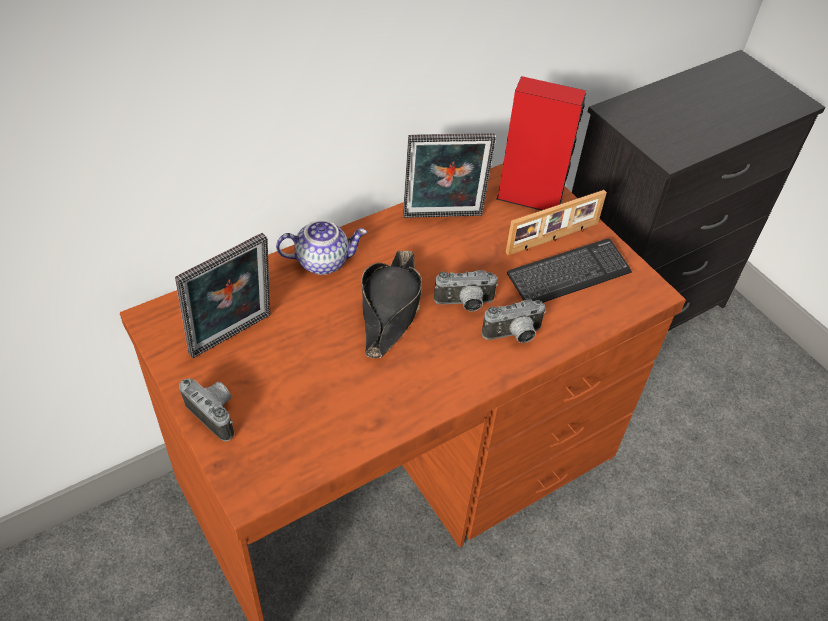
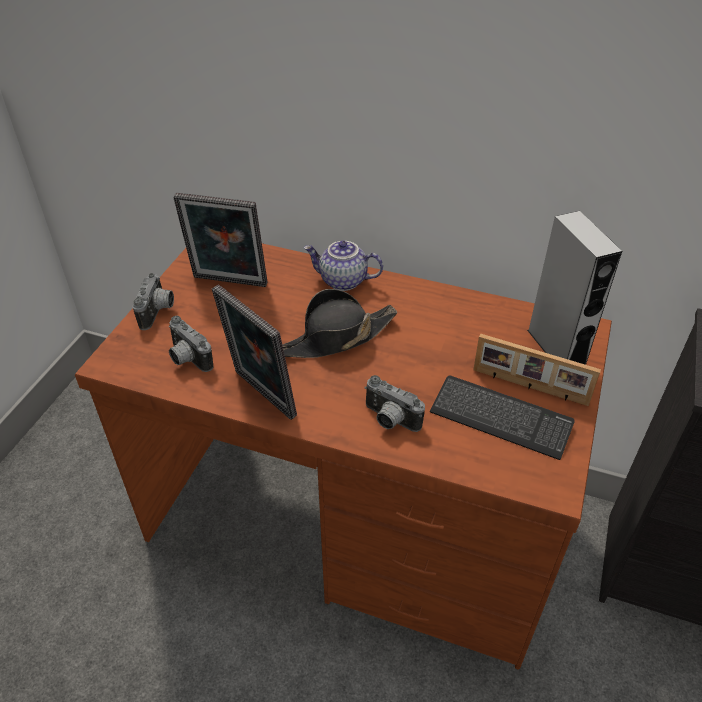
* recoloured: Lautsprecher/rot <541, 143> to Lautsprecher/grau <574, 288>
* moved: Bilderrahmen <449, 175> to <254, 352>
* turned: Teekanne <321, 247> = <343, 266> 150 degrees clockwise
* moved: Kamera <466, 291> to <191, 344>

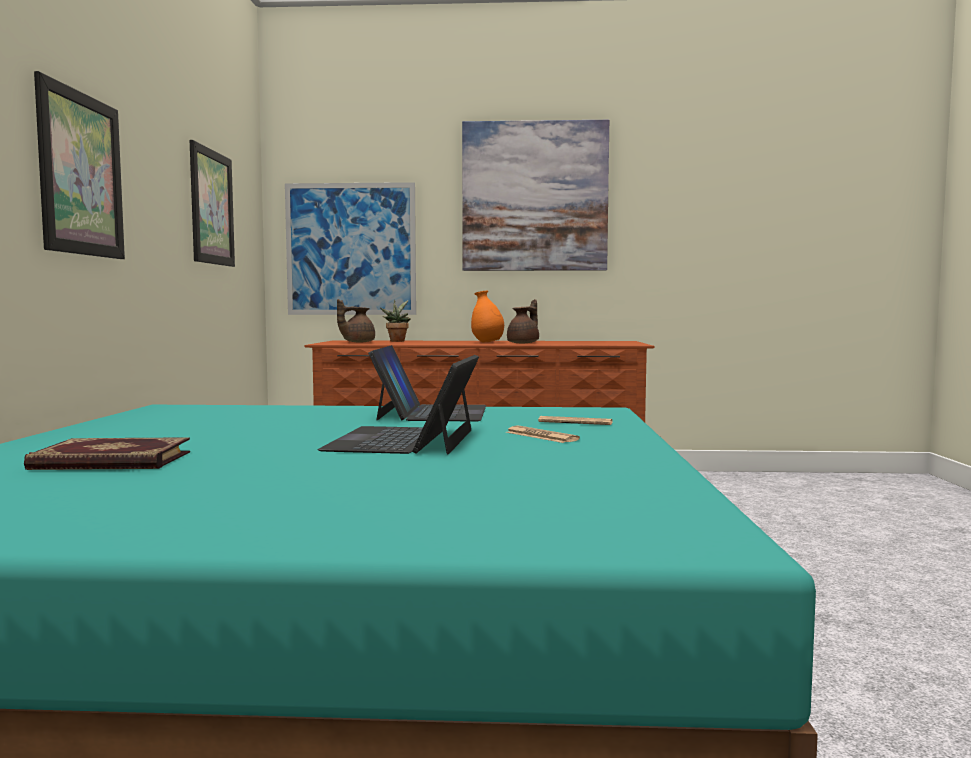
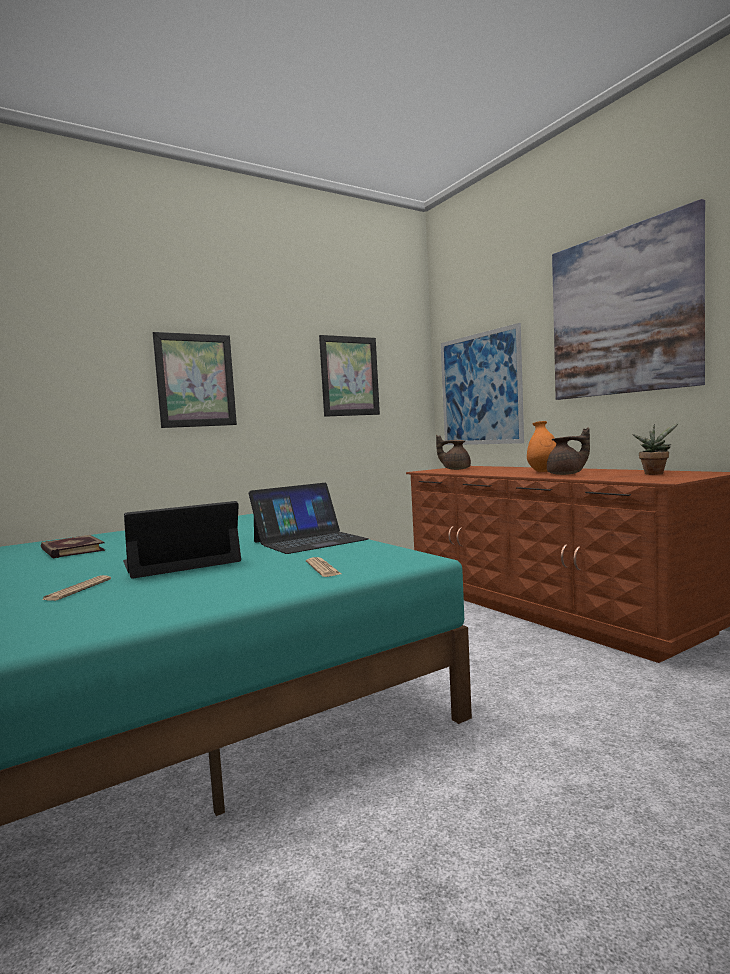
* moved: Topfpflanze <395, 321> to <655, 449>
* moved: Zeitung <543, 434> to <76, 588>

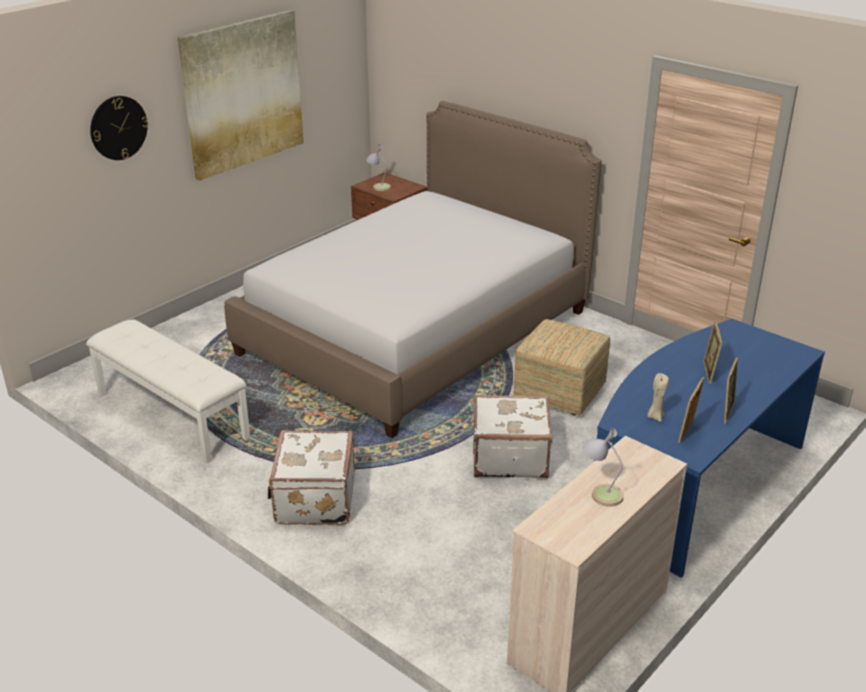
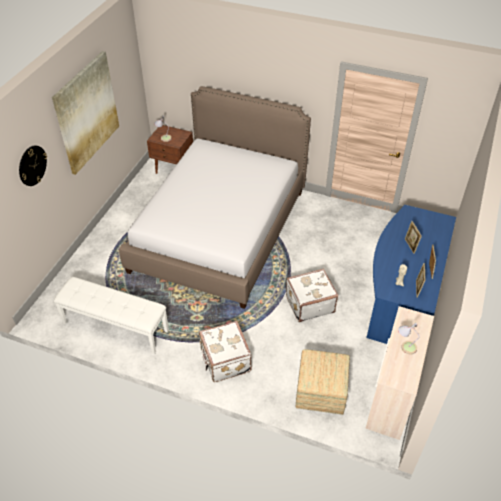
* moved: Polsterhocker <561, 367> to <323, 382>

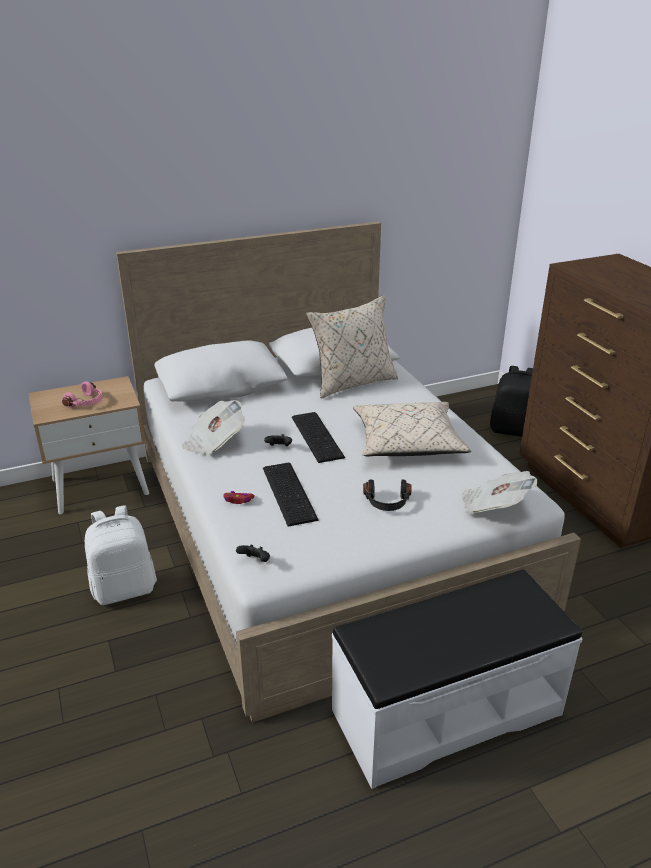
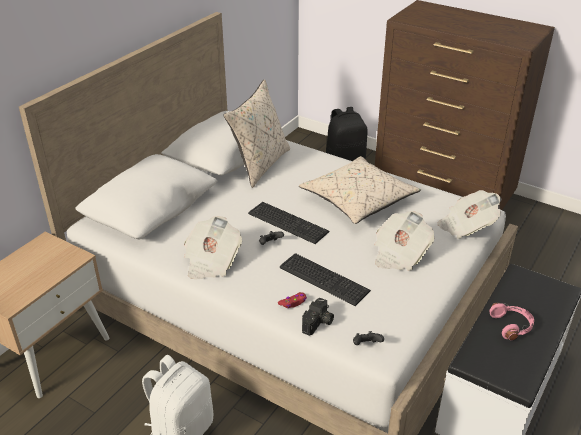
* moved: Kopfhörer/rosa <82, 394> to <511, 321>
* replaced: Kopfhörer/schwarz <387, 495> to Zeitung <404, 241>
* added: Kamera <318, 317>

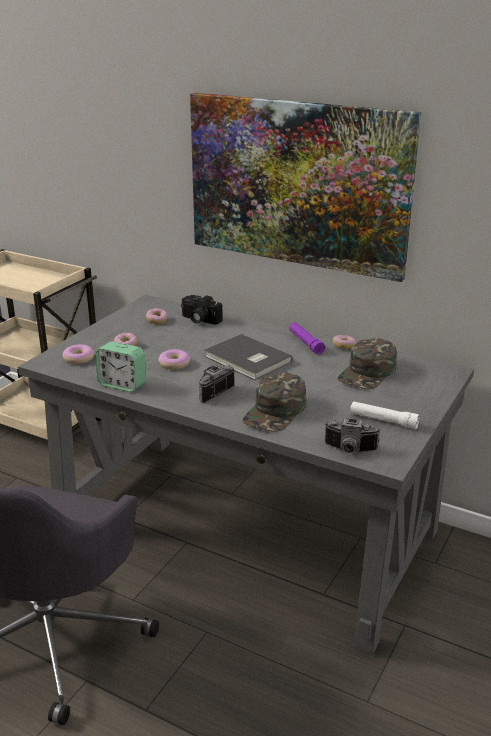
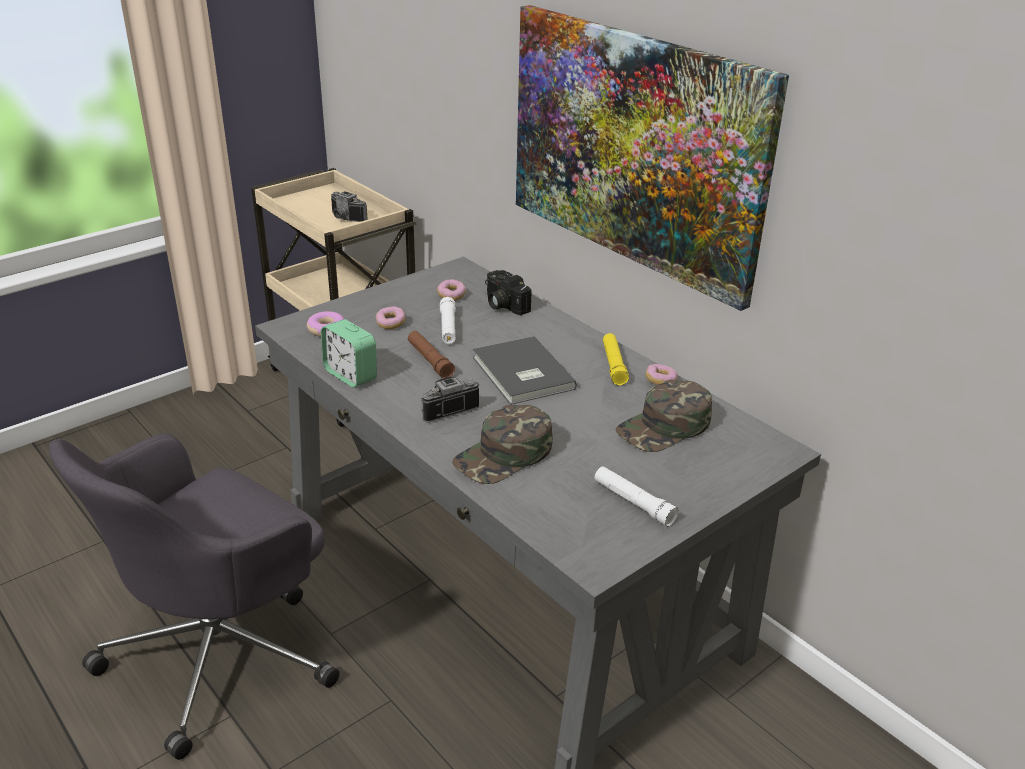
* recoloured: Taschenlampe/lila <307, 338> to Taschenlampe/gelb <616, 359>
* replaced: Donut <174, 359> to Taschenlampe/braun <431, 354>
* moved: Kamera <352, 435> to <349, 206>
* added: Taschenlampe/weiß <448, 320>

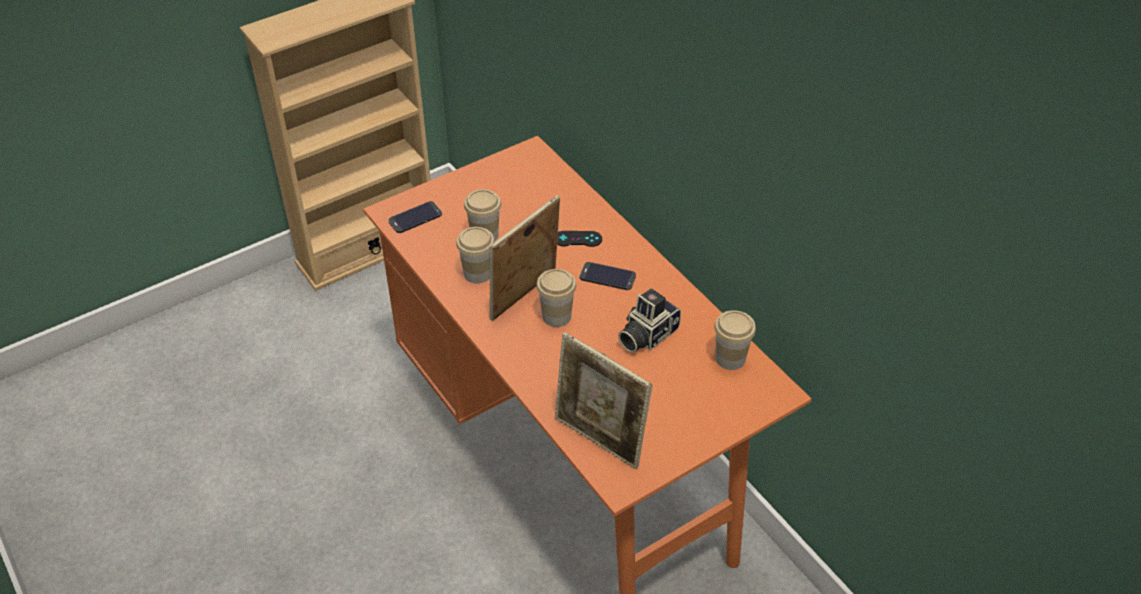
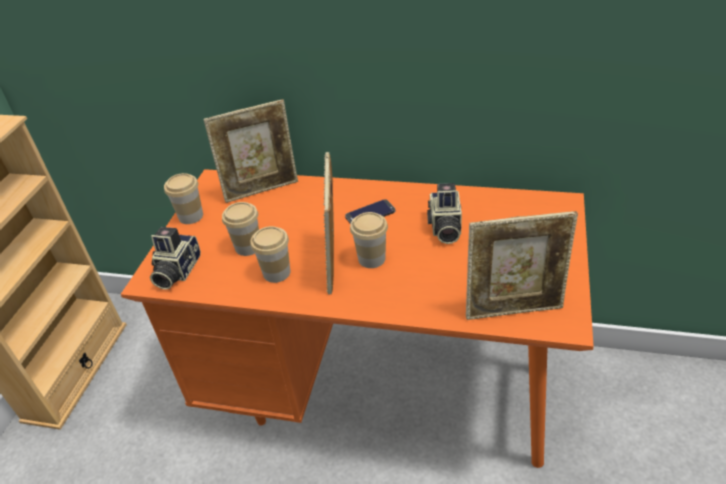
* replaced: Handy <415, 217> to Kamera <175, 258>
* removed: Gamepad/schwarz <579, 239>
* moved: Tasse <735, 340> to <183, 198>
* added: Bilderrahmen <251, 151>

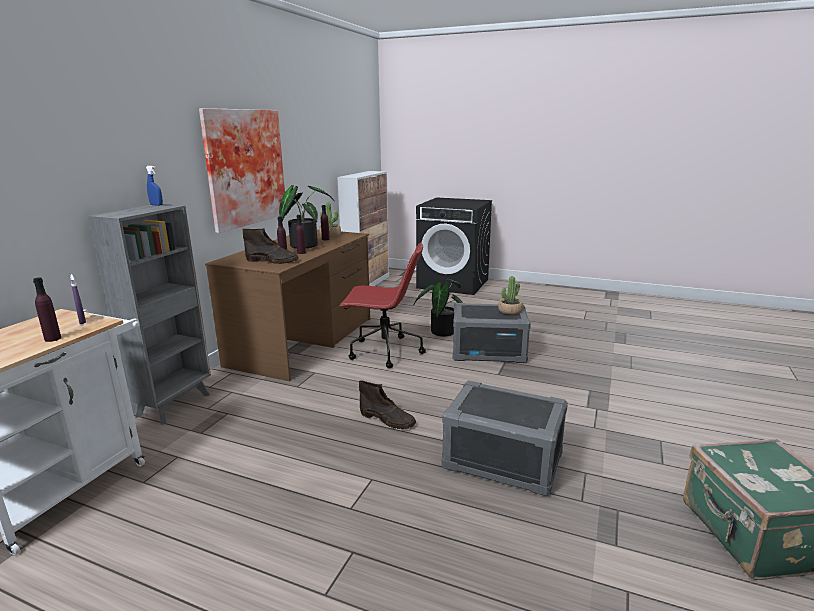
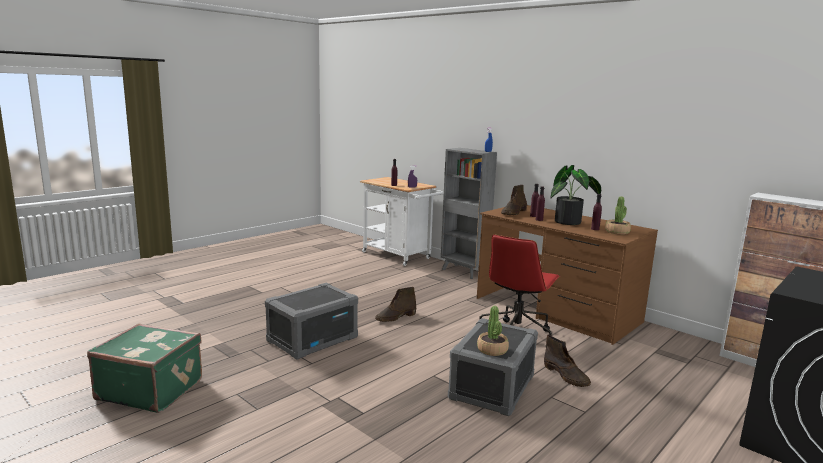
* removed: Bild <242, 170>
* replaced: Topfpflanze <438, 307> to Stiefel/braun <567, 361>

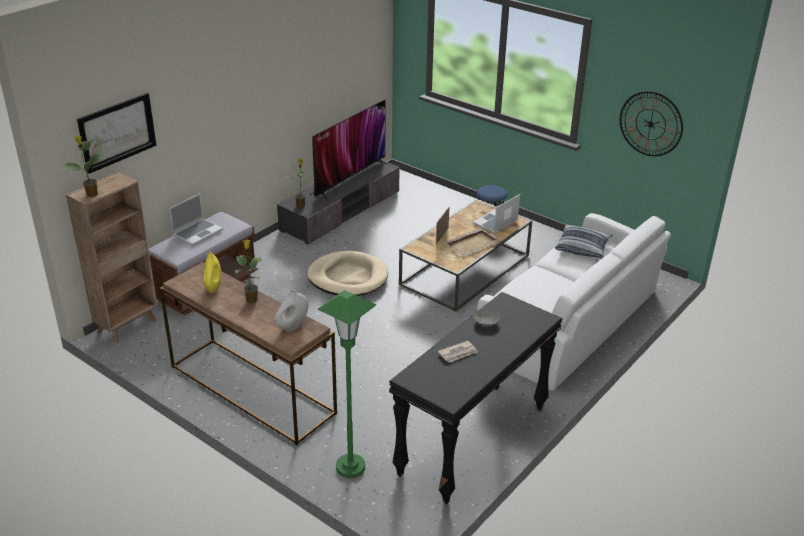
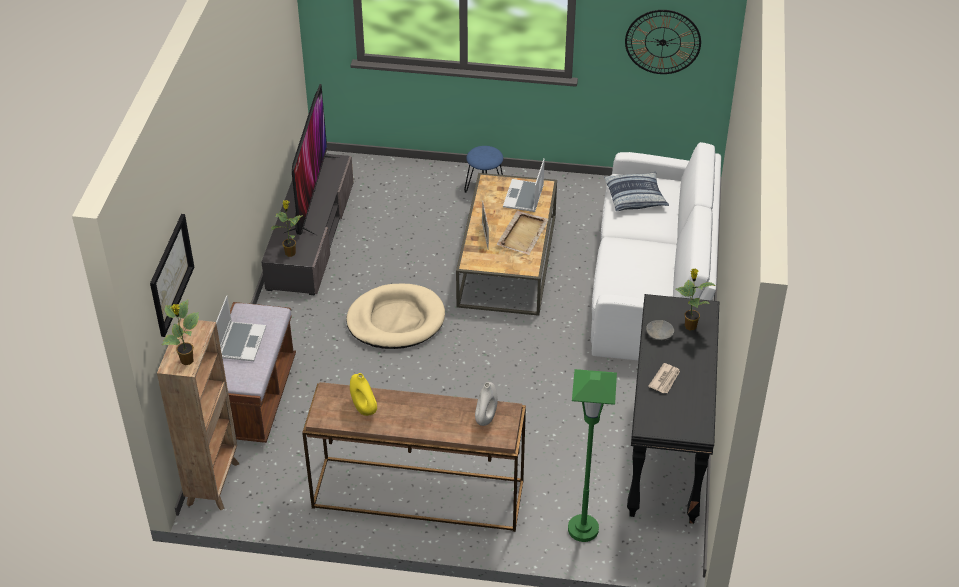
* moved: Topfpflanze <248, 271> to <696, 299>

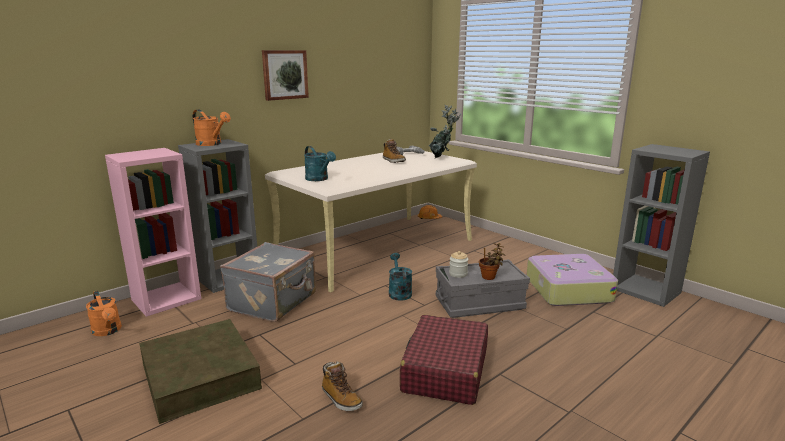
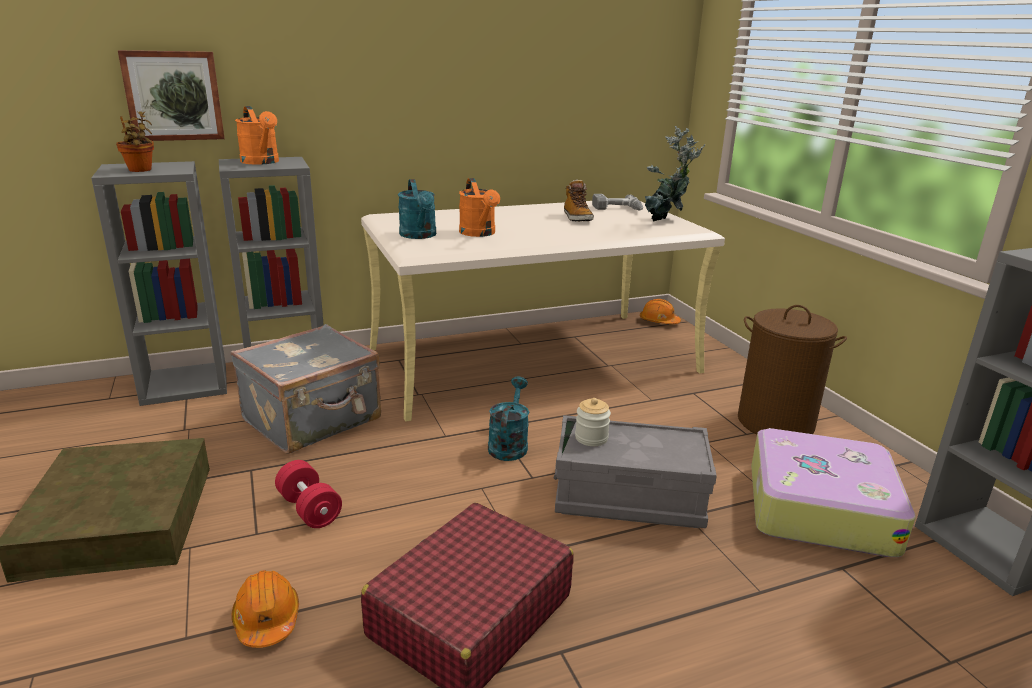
* moved: Bild <285, 75> to <171, 95>
* recoloured: Bücherregal/rosa <153, 232> to Bücherregal/grau <159, 283>
* moved: Topfpflanze <492, 261> to <135, 141>
* moved: Gießkanne/orange <104, 313> to <479, 207>
* replaced: Stiefel <342, 386> to Schutzhelm/orange <265, 609>
* added: Wäschekorb/braun <792, 369>
* added: Hantel/rot <308, 494>

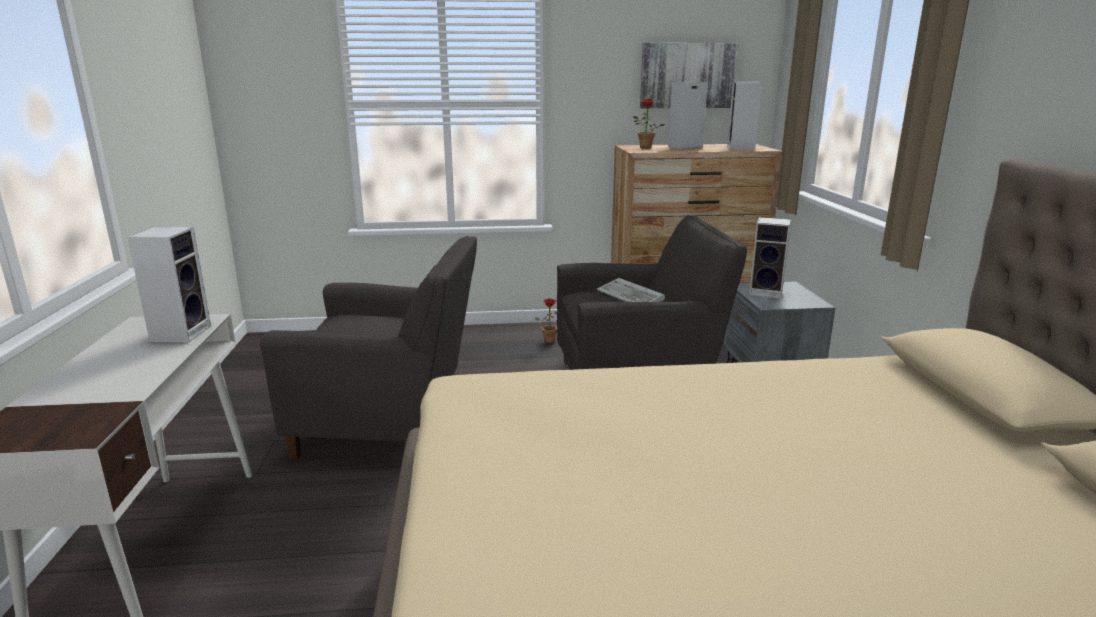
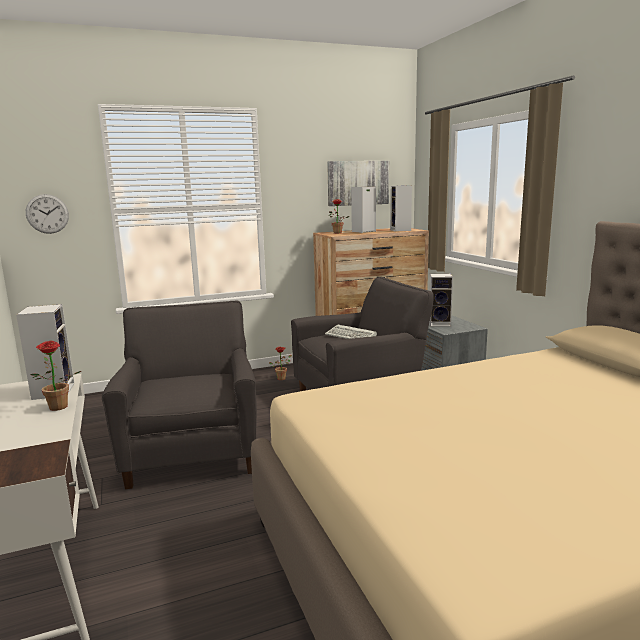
* turned: Sessel/grau <368, 348> = <179, 395> 90 degrees counterclockwise
* added: Wanduhr <47, 214>
* added: Topfpflanze <56, 375>

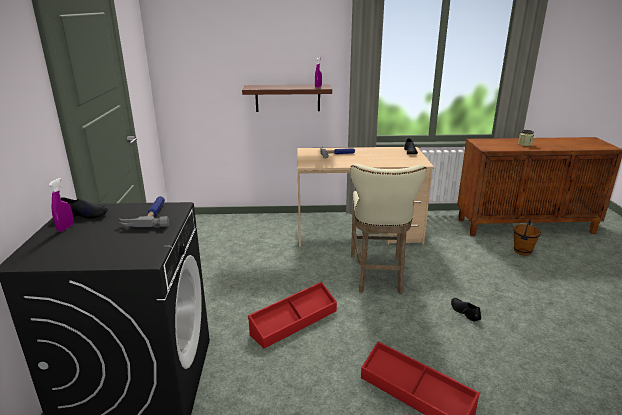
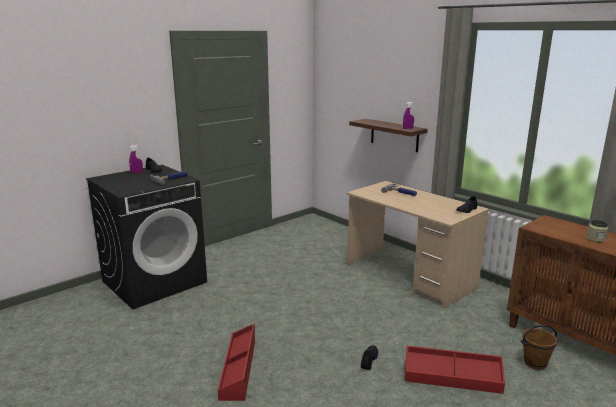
* removed: Hocker/beige <388, 229>
* moved: Aufbewahrungsbox/rot <292, 315> to <455, 370>

